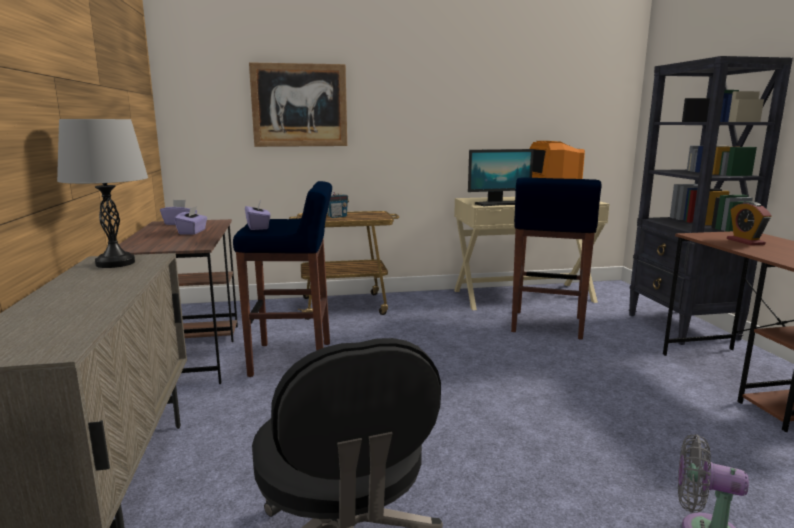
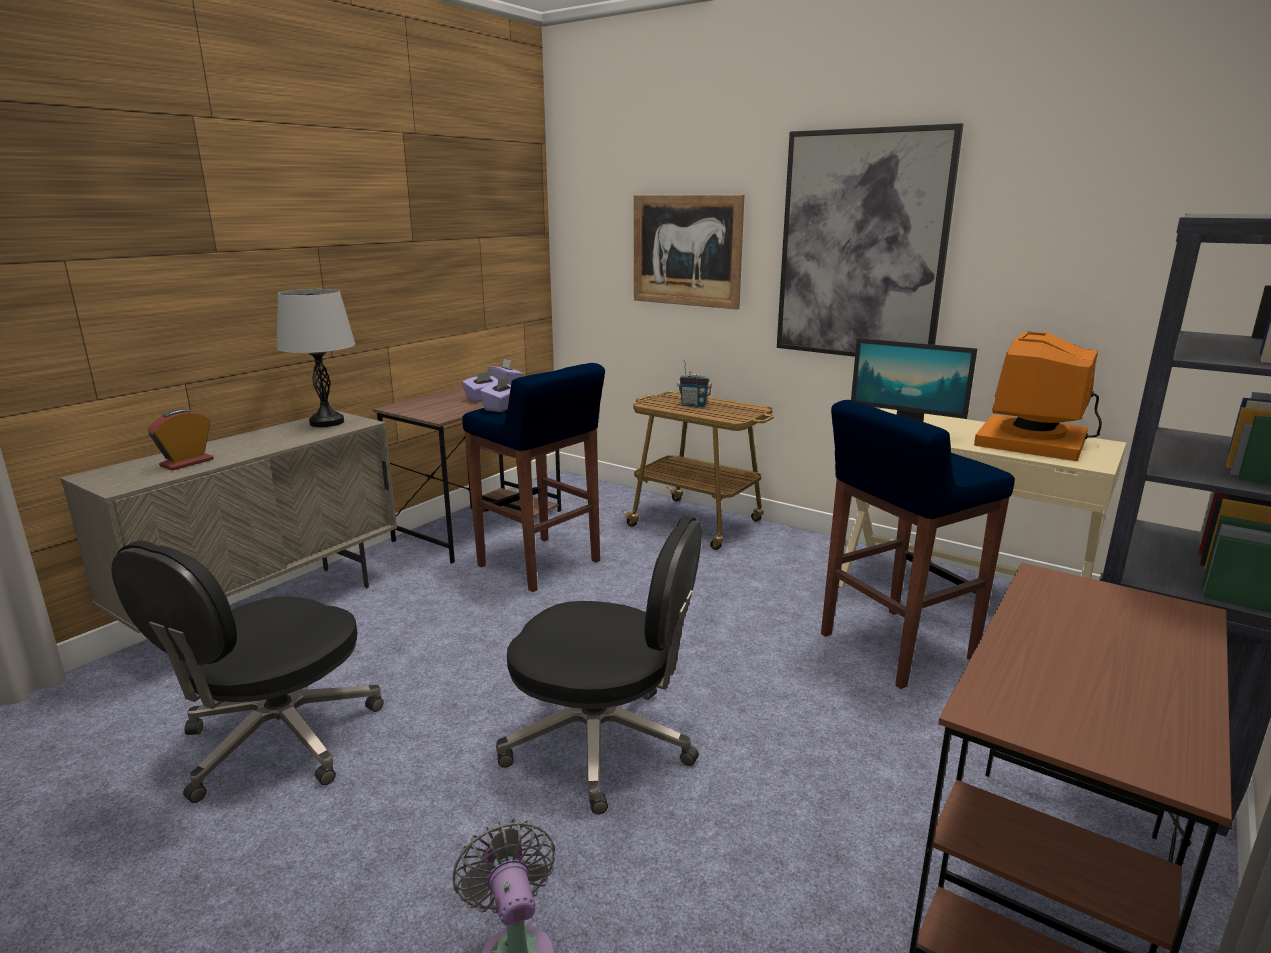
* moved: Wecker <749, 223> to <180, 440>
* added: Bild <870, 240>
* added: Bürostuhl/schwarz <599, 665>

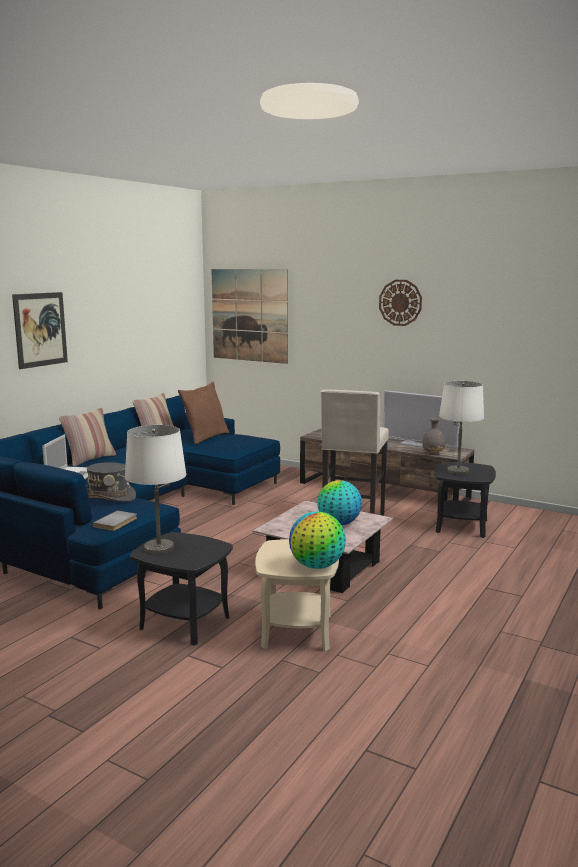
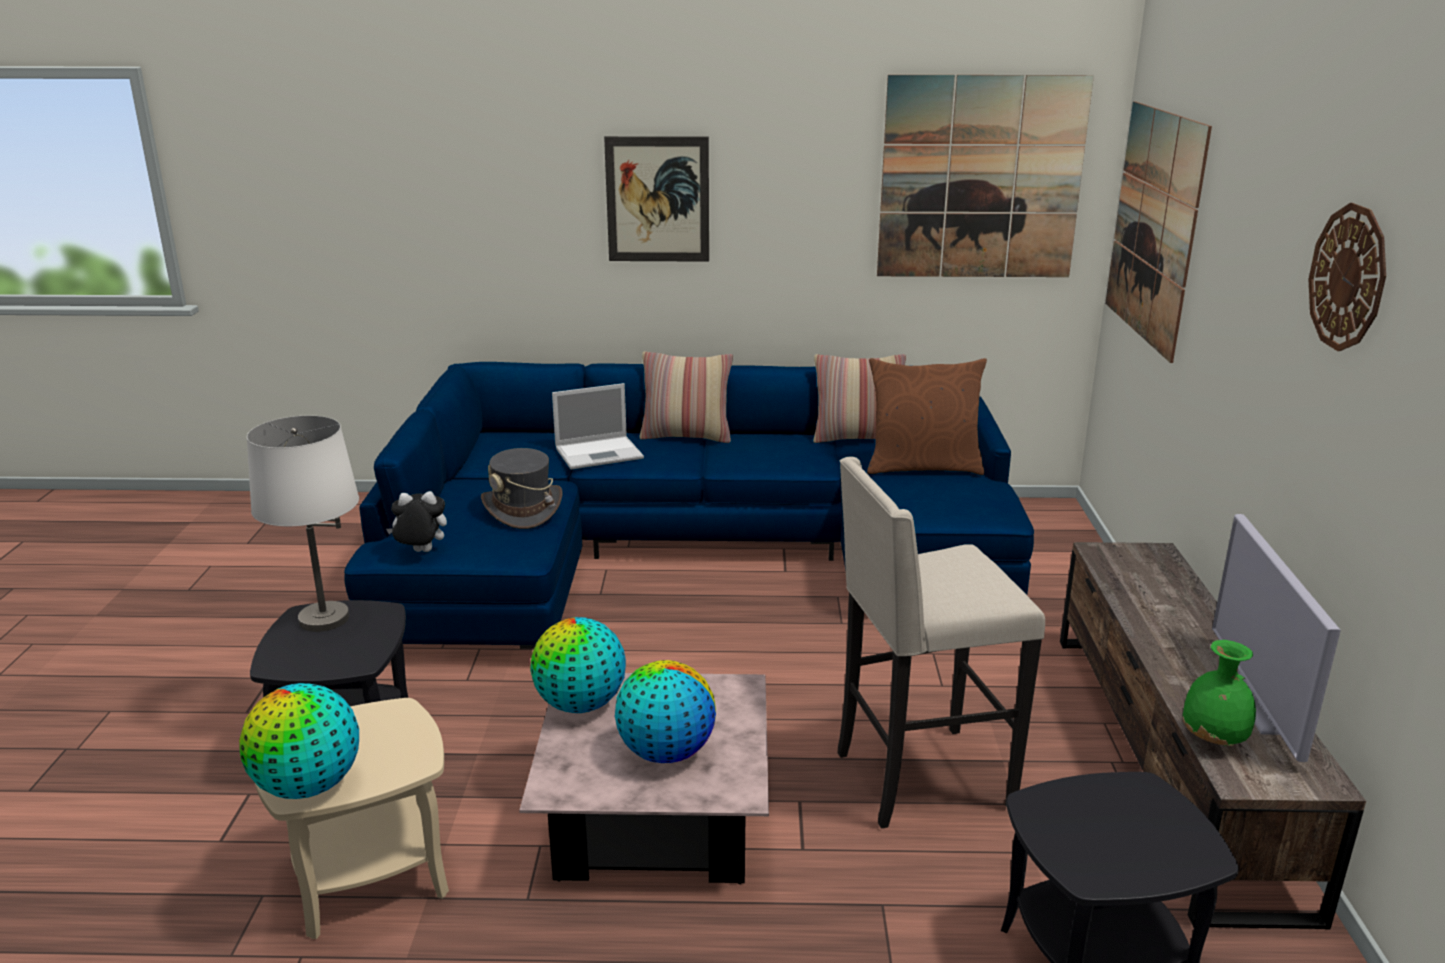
* removed: Tischlampe/weiß <461, 428>
* recoloured: Vase/grau <434, 436> to Vase/grün <1219, 693>
* replaced: Buch/grau <115, 520> to Plüschtier <416, 521>
* added: Bild <985, 176>
* added: Globus <578, 665>

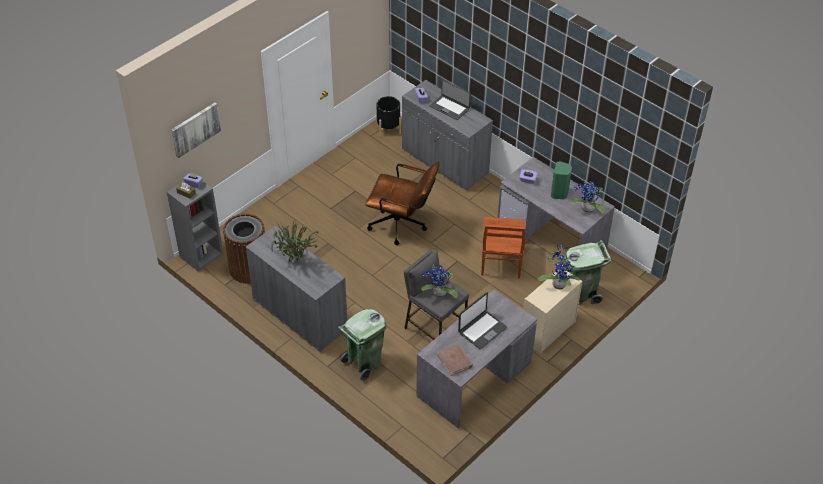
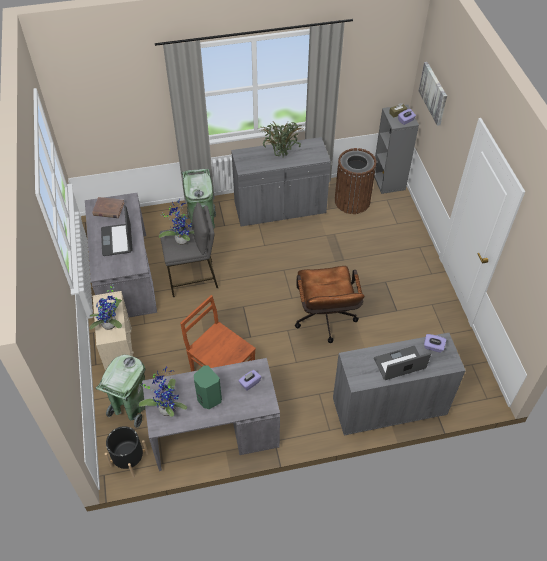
* moved: Pflanzkübel/schwarz <388, 116> to <126, 451>
* turned: Bürostuhl/braun <402, 203> = <330, 304> 60 degrees counterclockwise

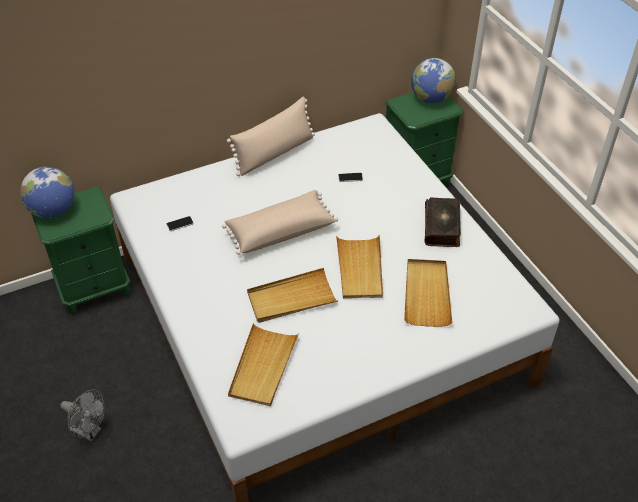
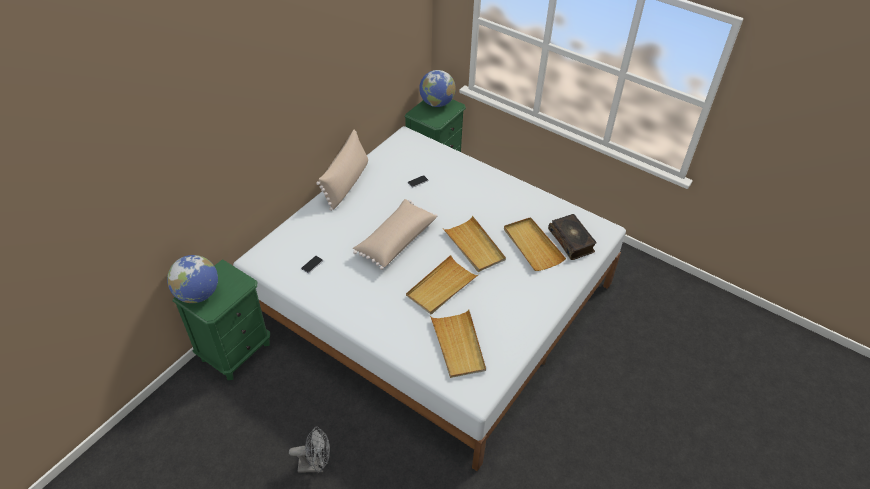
* moved: Buch <442, 222> to <572, 237>

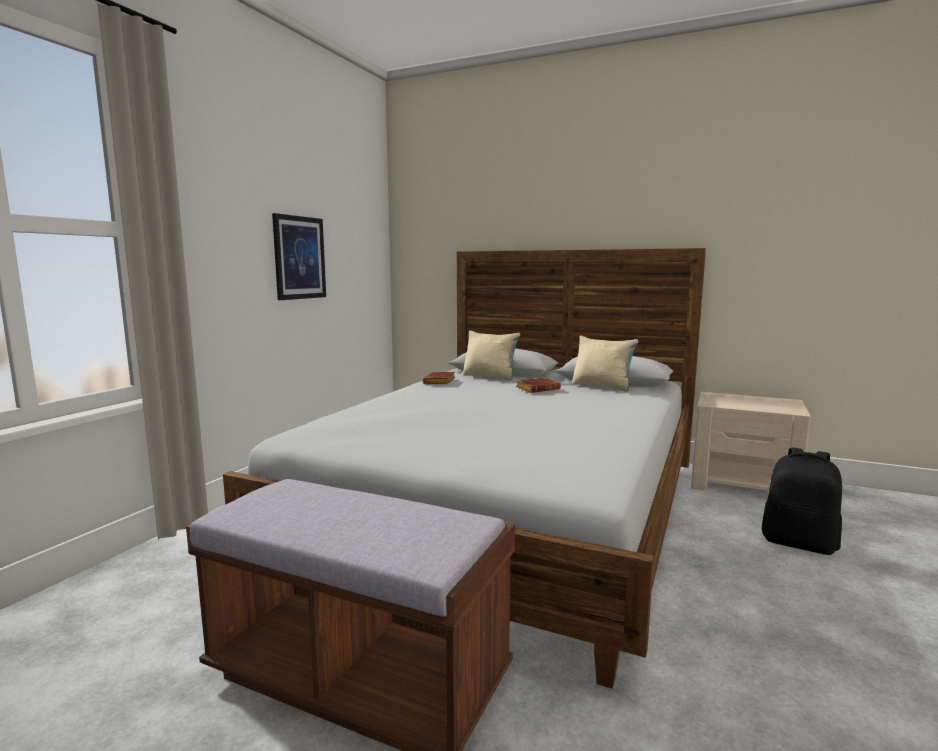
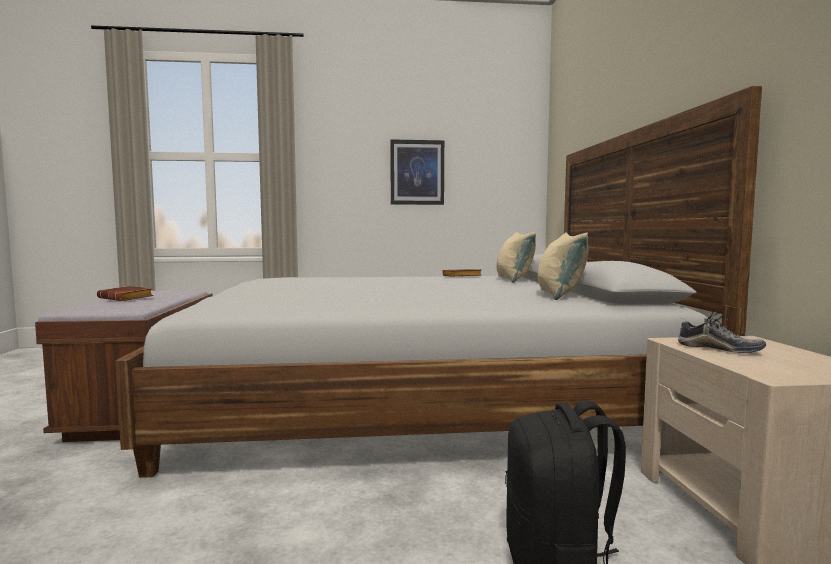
* moved: Buch/braun <538, 385> to <125, 293>
* added: Schuh <722, 332>

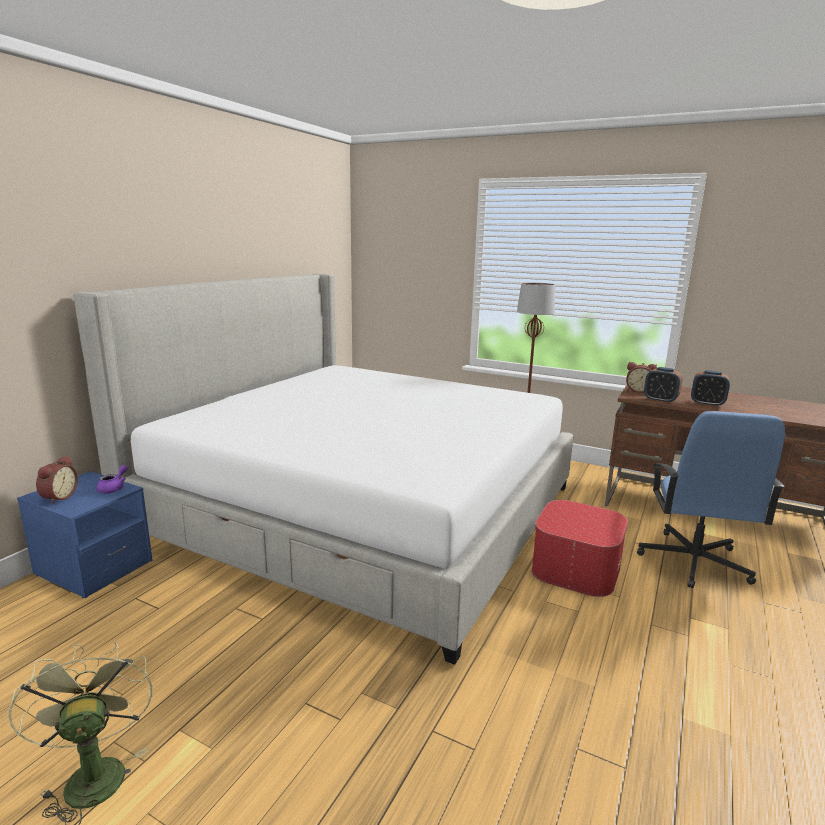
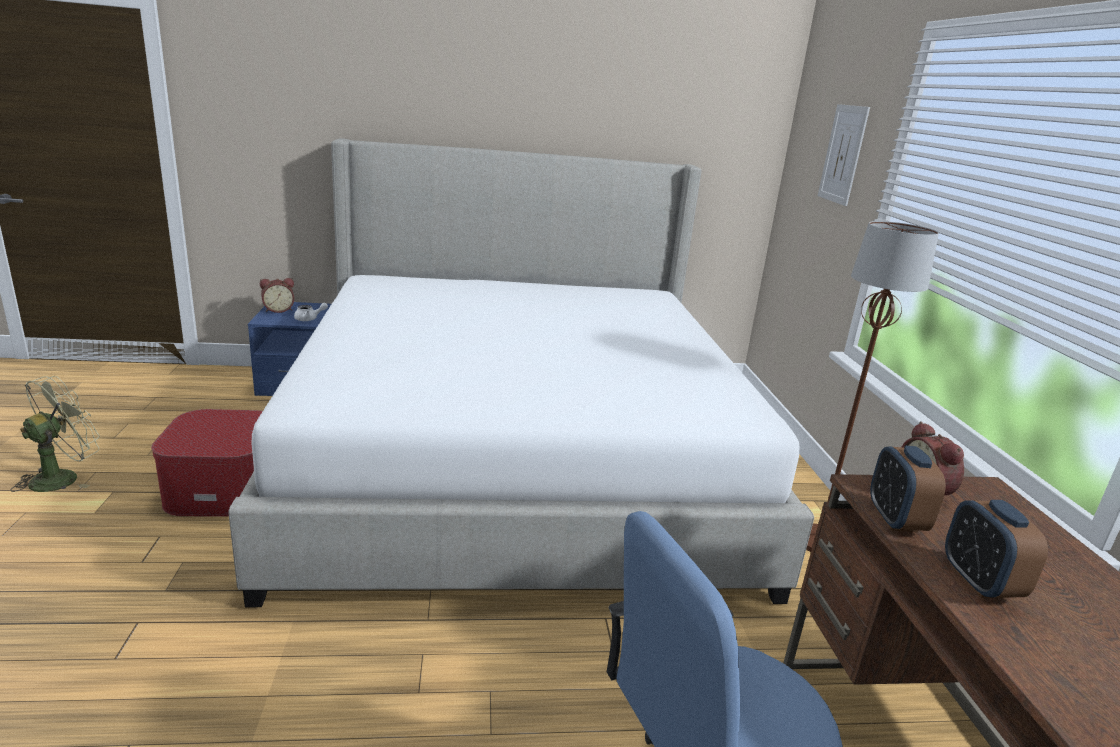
* recoloured: Teekanne/lila <112, 479> to Teekanne/weiß <311, 312>
* moved: Polsterhocker <580, 548> to <207, 463>
* added: Bild <844, 155>

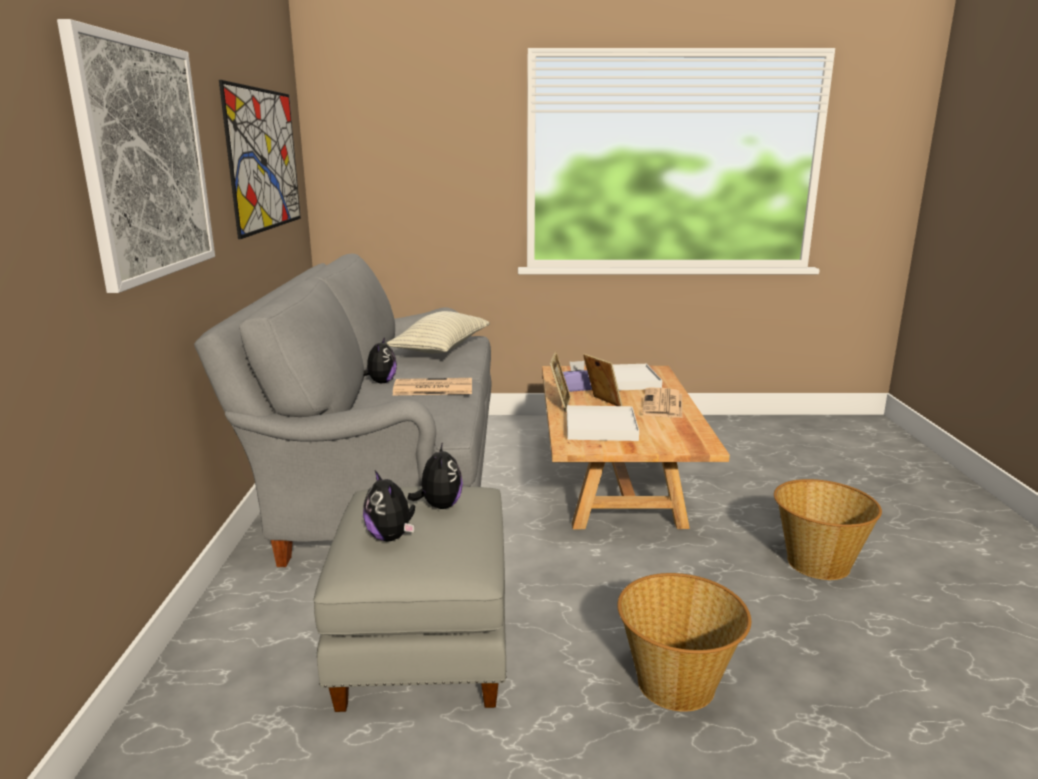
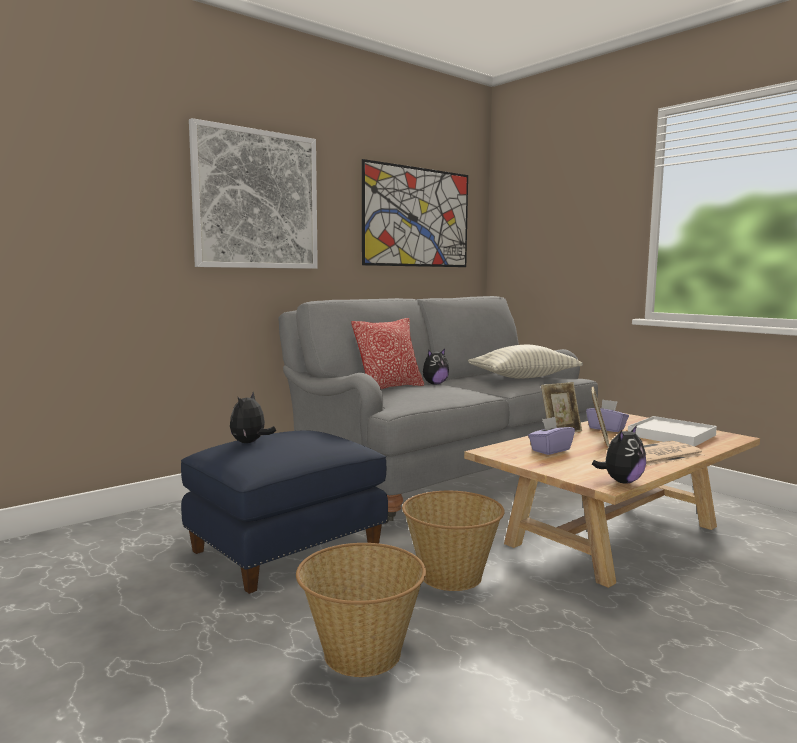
* removed: Zeitung <432, 387>
* replaced: Tablett/weiß <603, 423> to Taschentuchbox/lila <551, 436>
* moved: Plüschtier <435, 475> to <619, 454>
* moved: Korb <828, 529> to <453, 541>
* recoloured: Polsterhocker/grau <410, 599> to Polsterhocker/blau <284, 512>
* added: Kissen <388, 353>

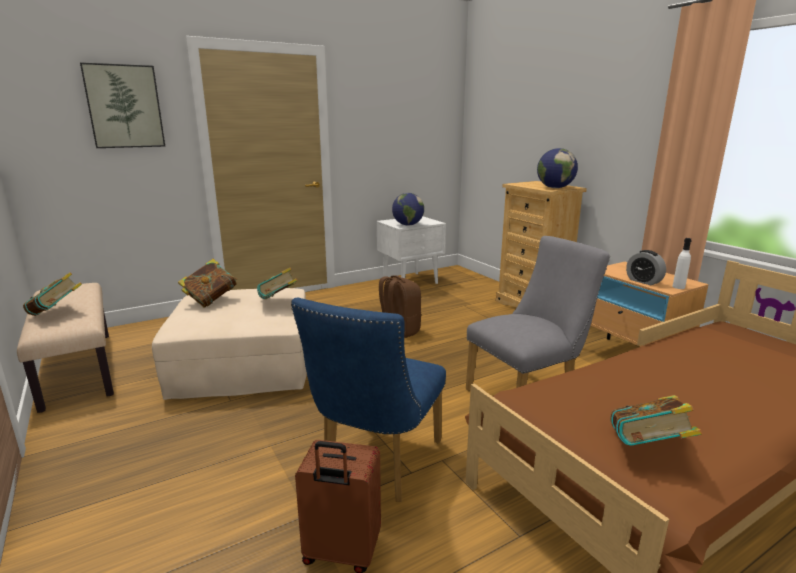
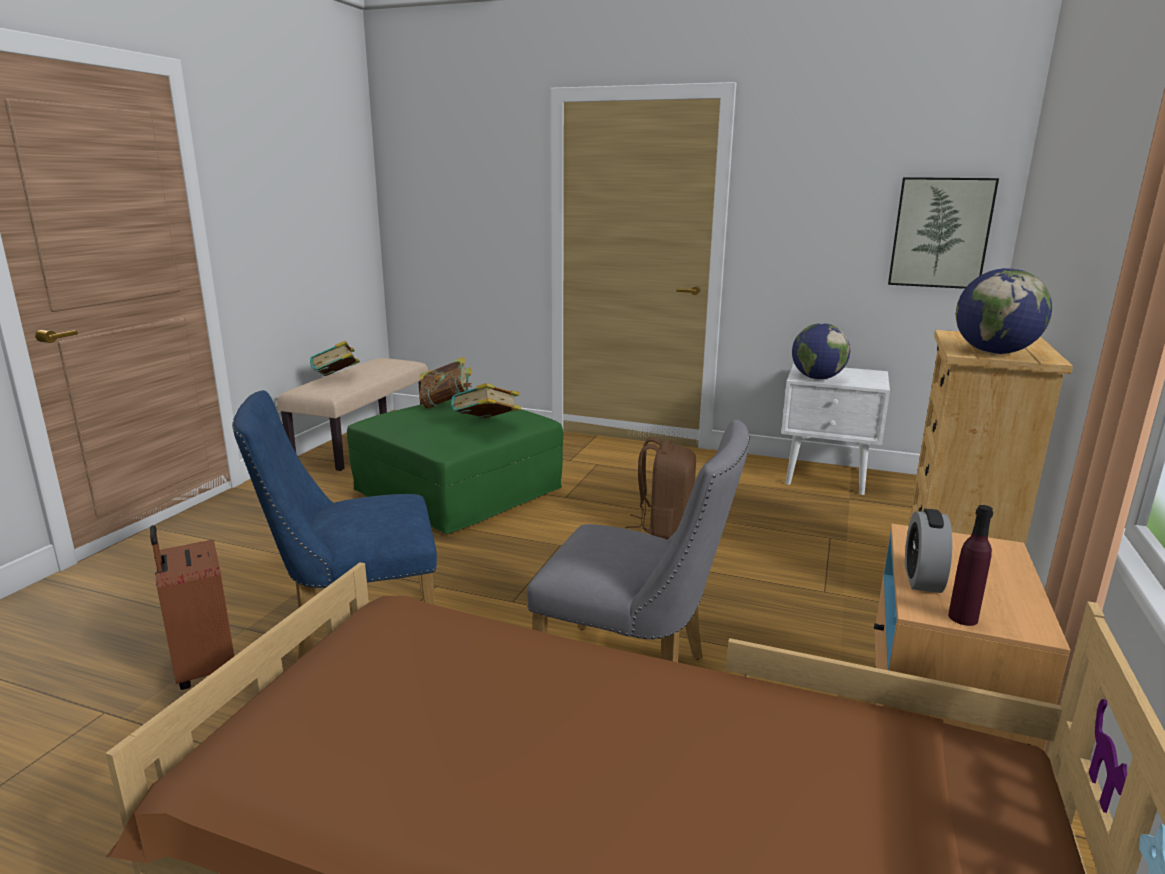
* moved: Bild <122, 105> to <943, 233>
* recoloured: Flasche/weiß <682, 263> to Flasche/lila <970, 565>
* recoloured: Polsterhocker/beige <229, 344> to Polsterhocker/grün <455, 466>
* removed: Buch <656, 420>

